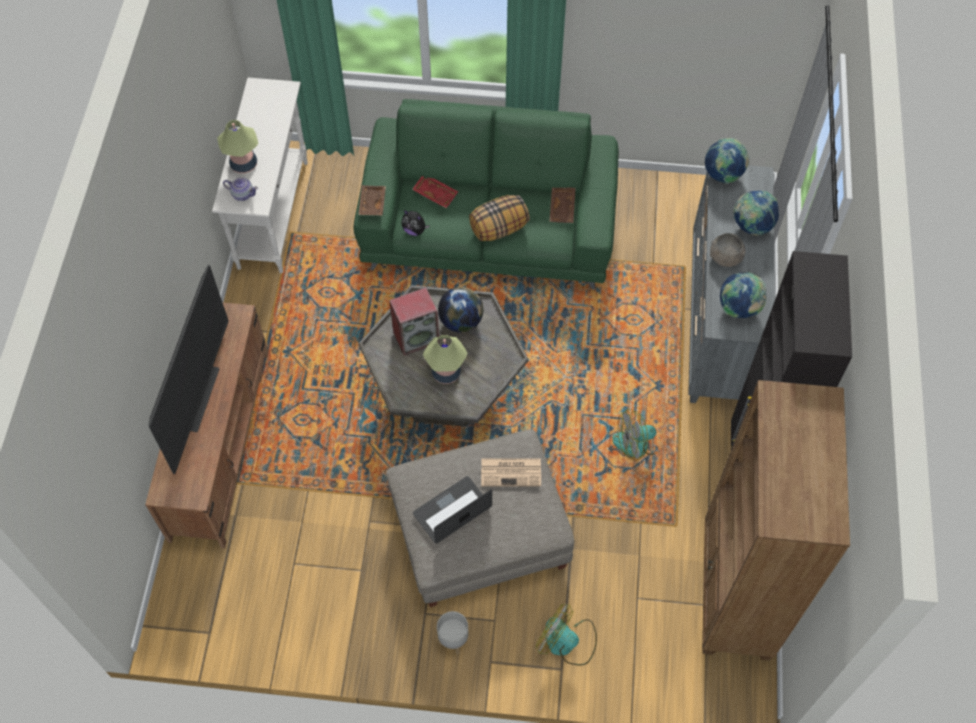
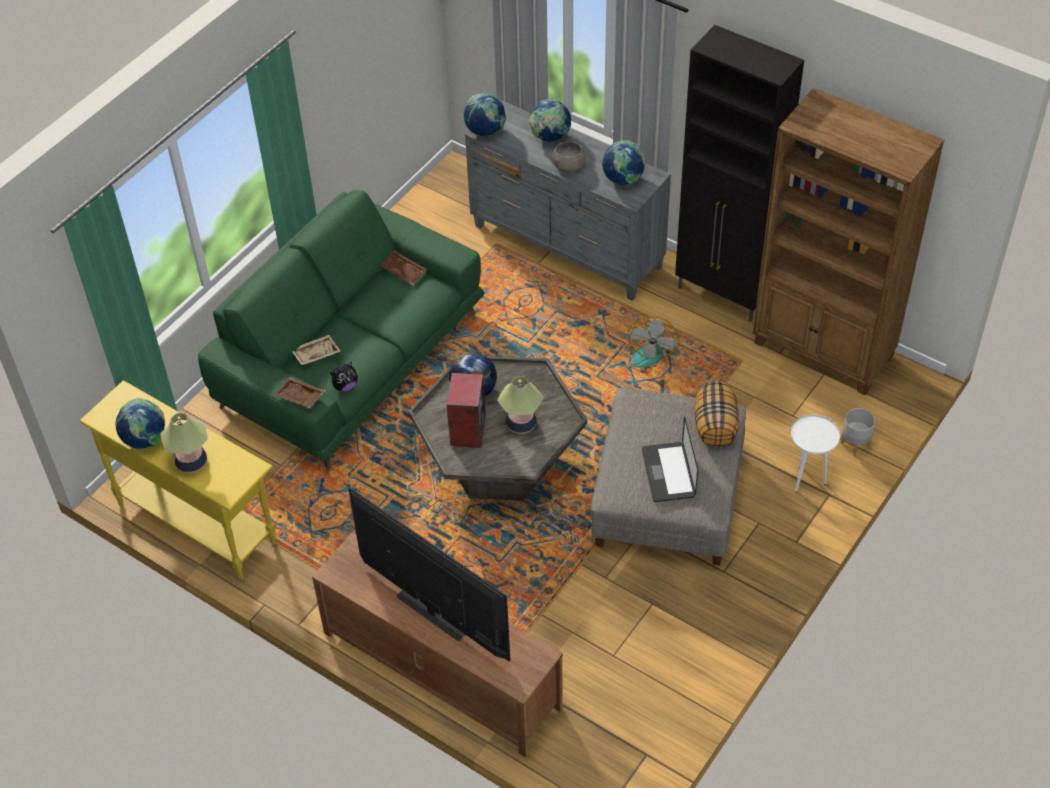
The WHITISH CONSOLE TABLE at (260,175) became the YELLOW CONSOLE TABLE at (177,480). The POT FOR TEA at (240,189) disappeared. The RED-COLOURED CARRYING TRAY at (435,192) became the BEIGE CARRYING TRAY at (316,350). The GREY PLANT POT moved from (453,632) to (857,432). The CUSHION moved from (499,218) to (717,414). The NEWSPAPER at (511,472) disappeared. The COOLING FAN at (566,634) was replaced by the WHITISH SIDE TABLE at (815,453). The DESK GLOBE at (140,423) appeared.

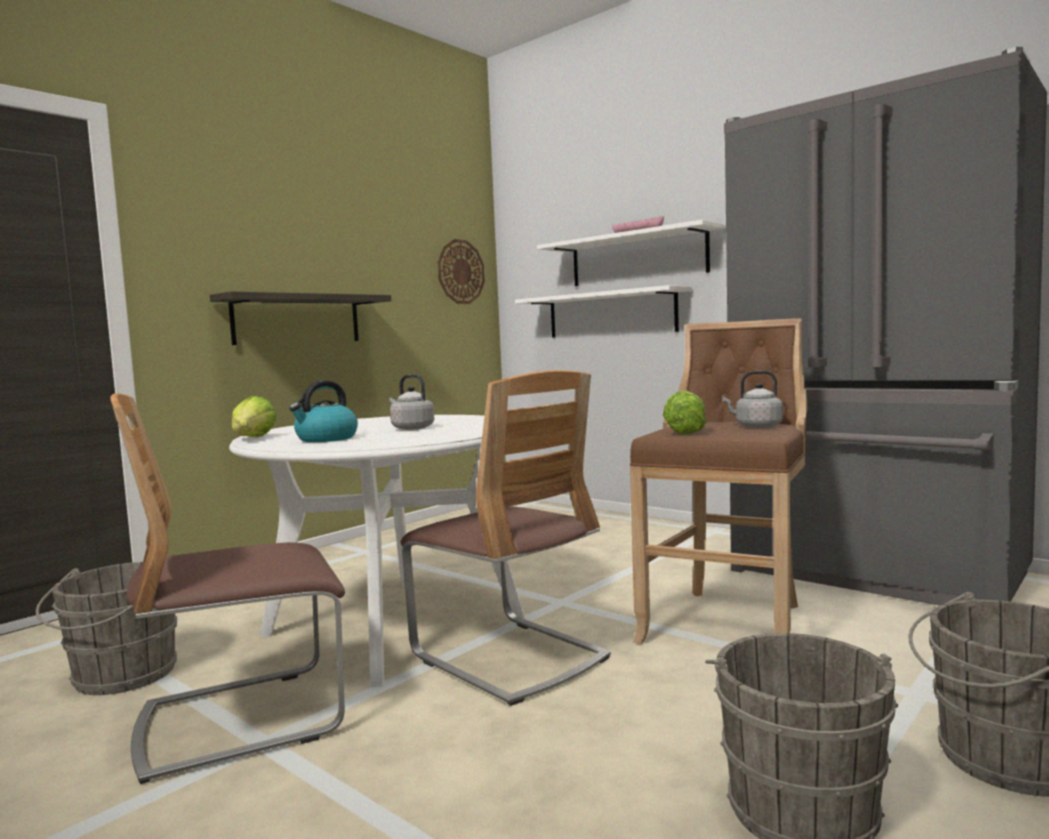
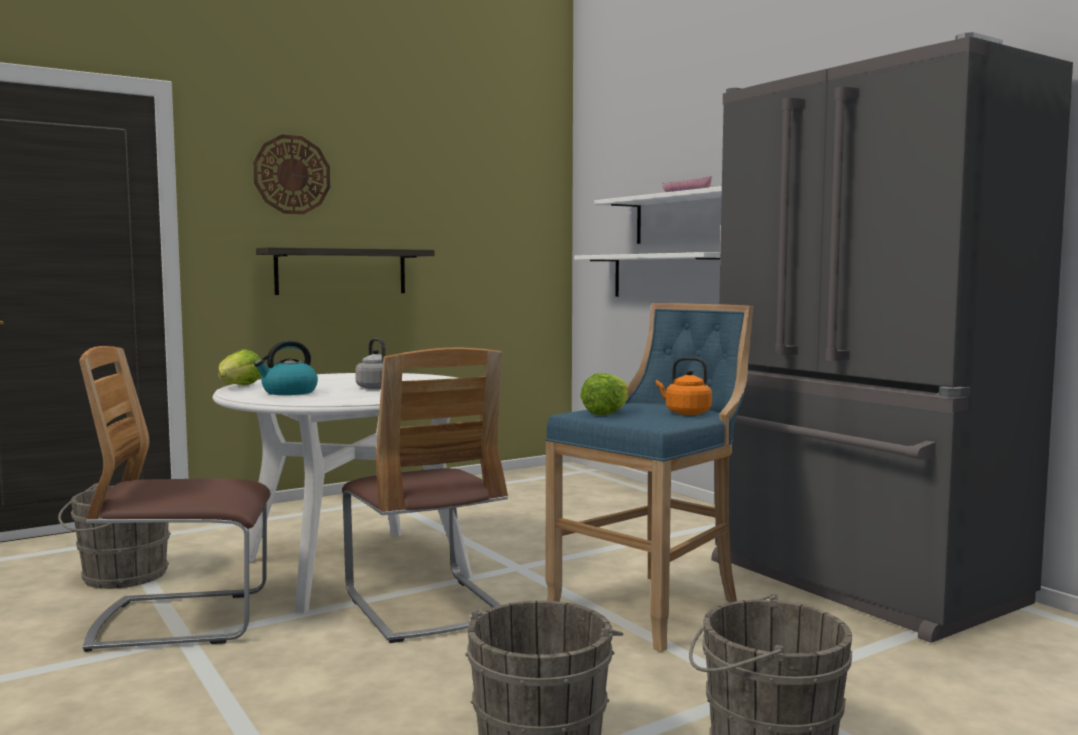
The CLOCK ON THE WALL moved from (461,271) to (291,174). The BROWN SITTING STOOL at (719,481) became the BLUE SITTING STOOL at (650,477). The GREY TEA KETTLE at (752,399) became the ORANGE-COLOURED TEA KETTLE at (684,386).

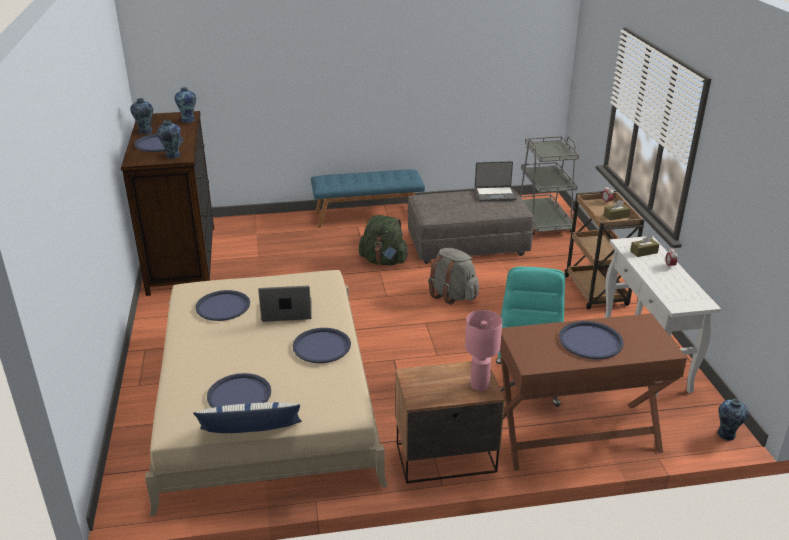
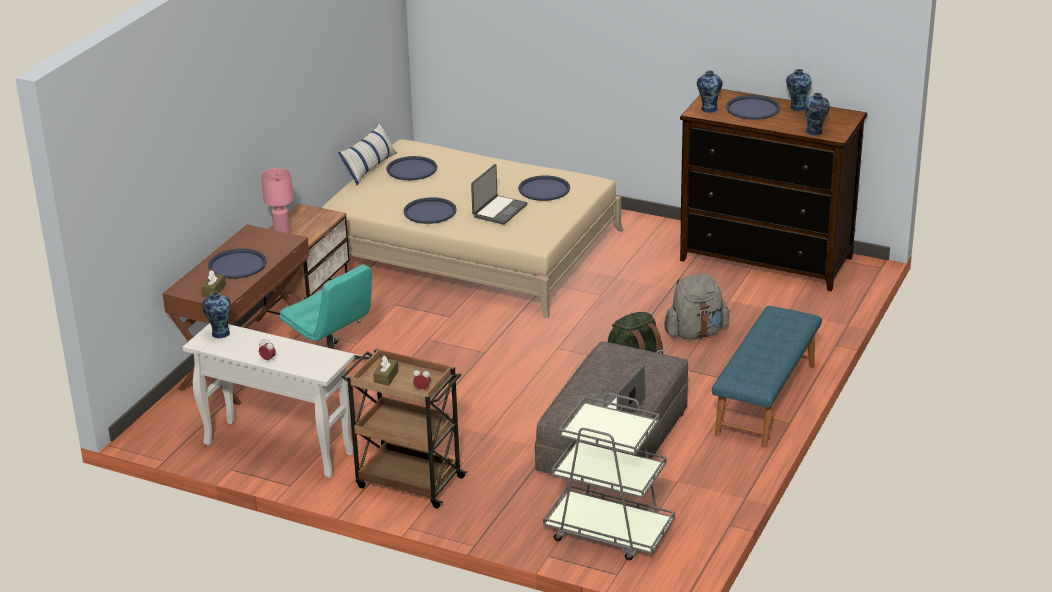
The GREY RUCKSACK moved from (453,276) to (697,307). The BROWN TISSUE BOX moved from (644,246) to (213,283). The FLOWER VASE moved from (733,420) to (217,315).

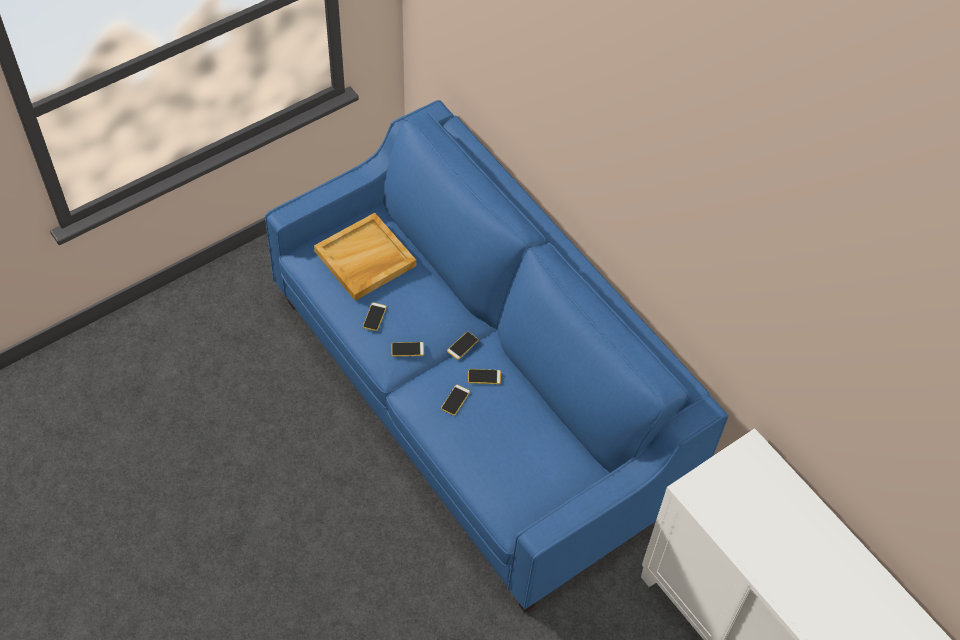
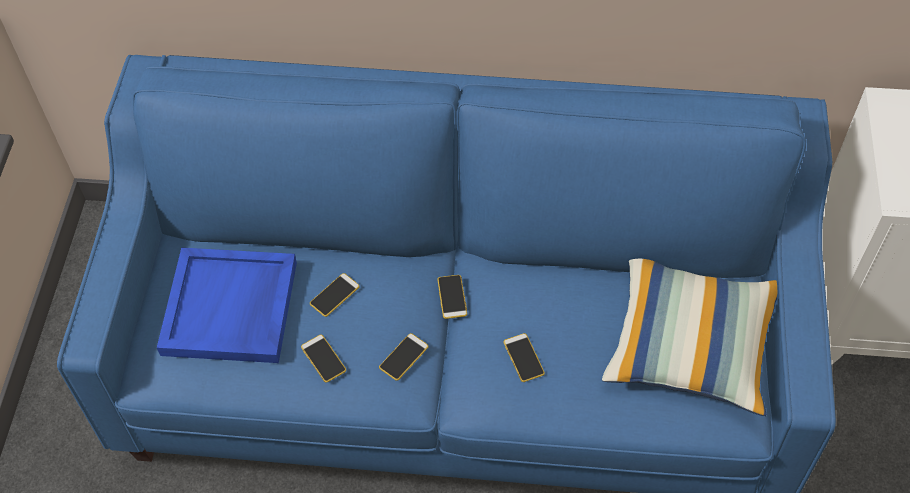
The BEIGE CARRYING TRAY at (365,257) became the BLUE CARRYING TRAY at (227,305). The TELEPHONE moved from (484,376) to (335,295). The CUSHION at (689,337) appeared.

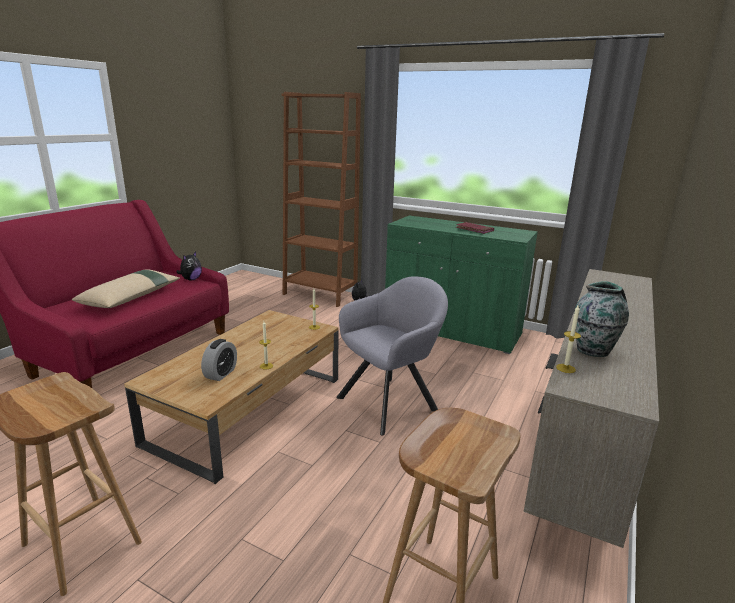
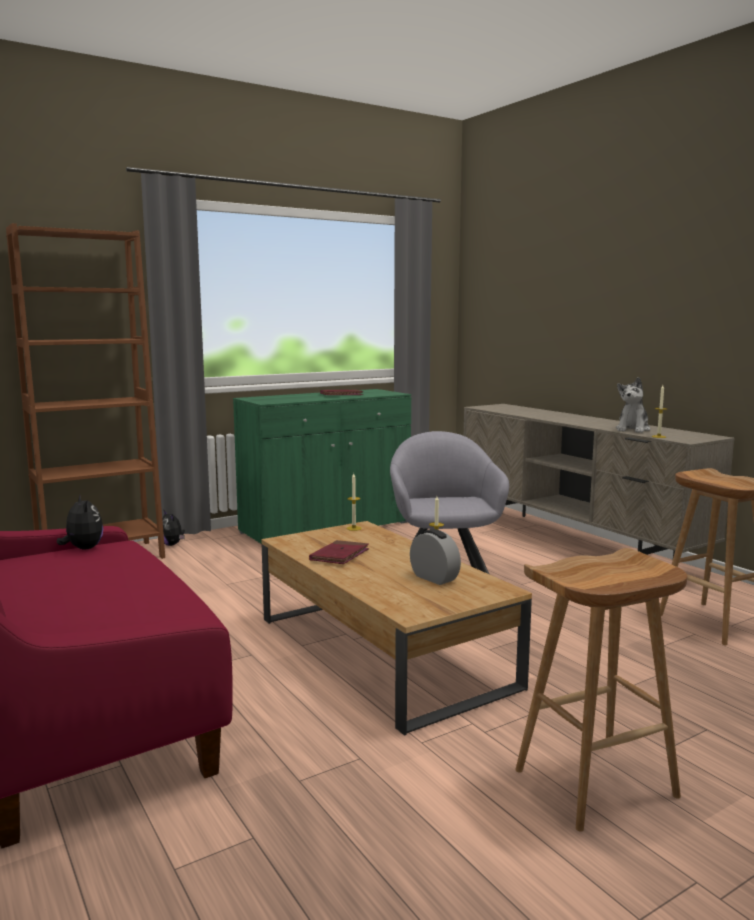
The BEIGE CUSHION at (126,288) disappeared. The FLOWER VASE at (601,319) was replaced by the SOFT TOY at (633,405). The RED-COLOURED BOOK at (339,552) appeared.

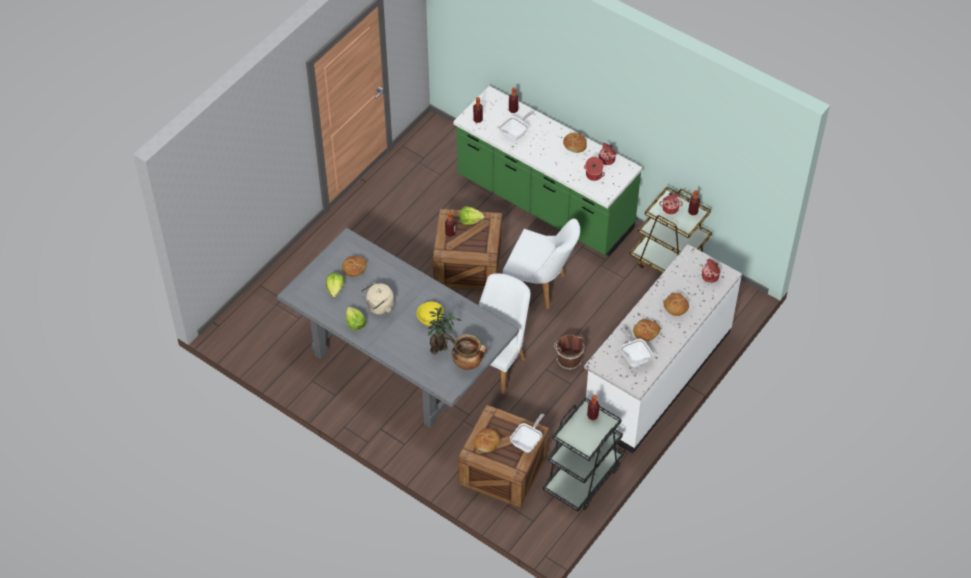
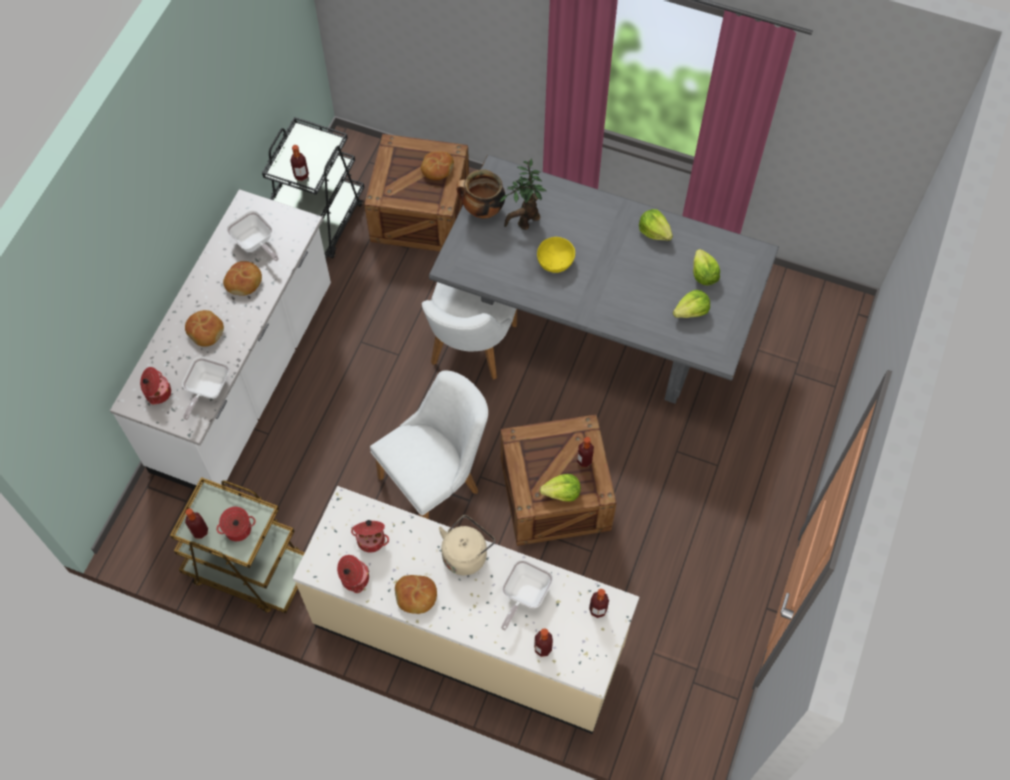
The BAKED BREAD at (354,266) was replaced by the LETTUCE HEAD at (691,304). The BEIGE TEA KETTLE moved from (377,299) to (467,545). The GREEN COUNTER at (547,171) became the BEIGE COUNTER at (466,610). The WHITISH UPRIGHT CHAIR at (541,264) turned 135 degrees clockwise. The PAN moved from (527,433) to (205,388). The BROWN PAIL at (569,352) disappeared.

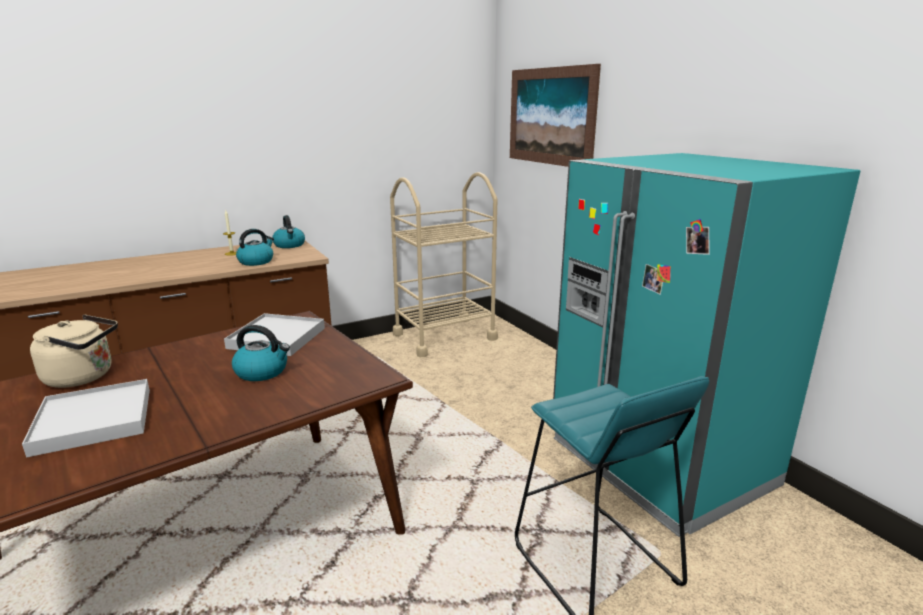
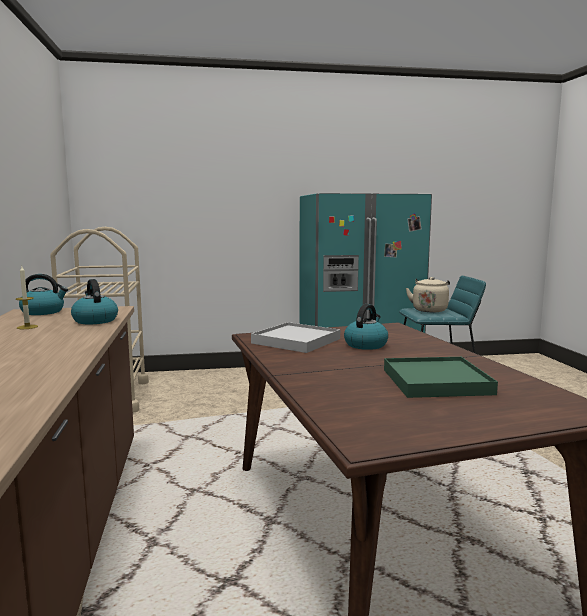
The WHITISH CARRYING TRAY at (86,418) became the GREEN CARRYING TRAY at (441,377). The BEIGE TEA KETTLE moved from (74,351) to (428,294). The WALL ART at (555,115) disappeared.

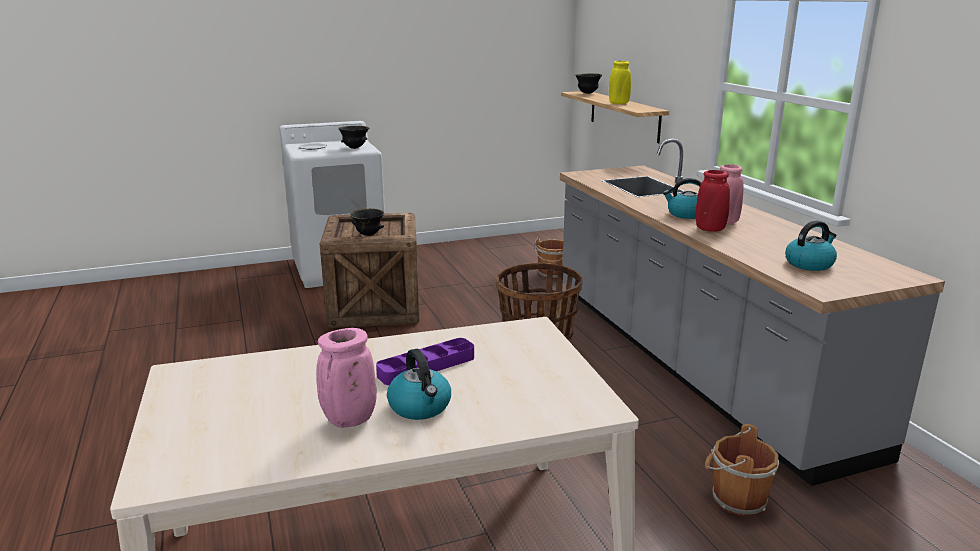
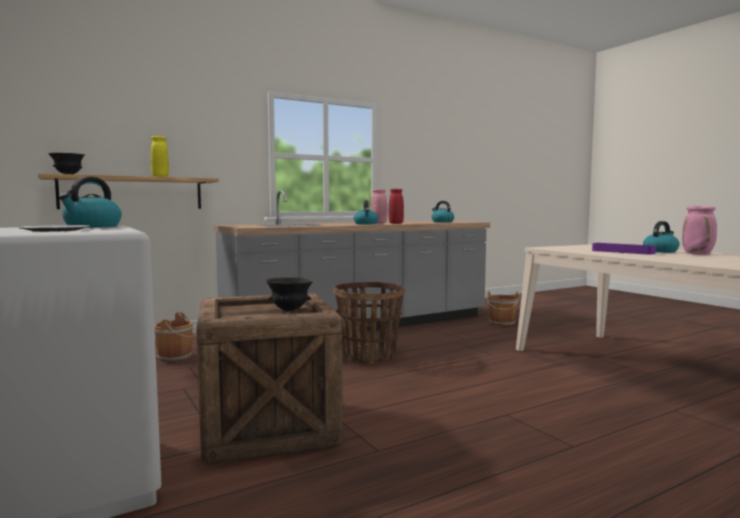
The BLACKISH DEEP DISH at (353,137) was replaced by the TEA KETTLE at (90,202).

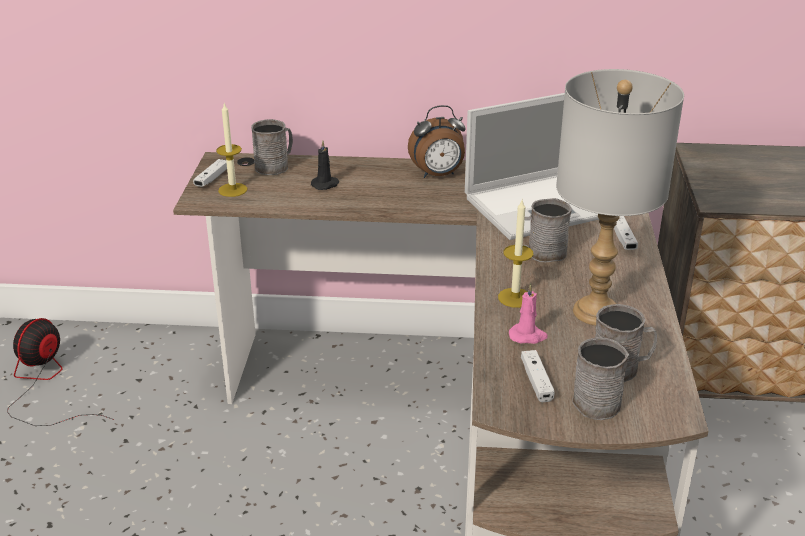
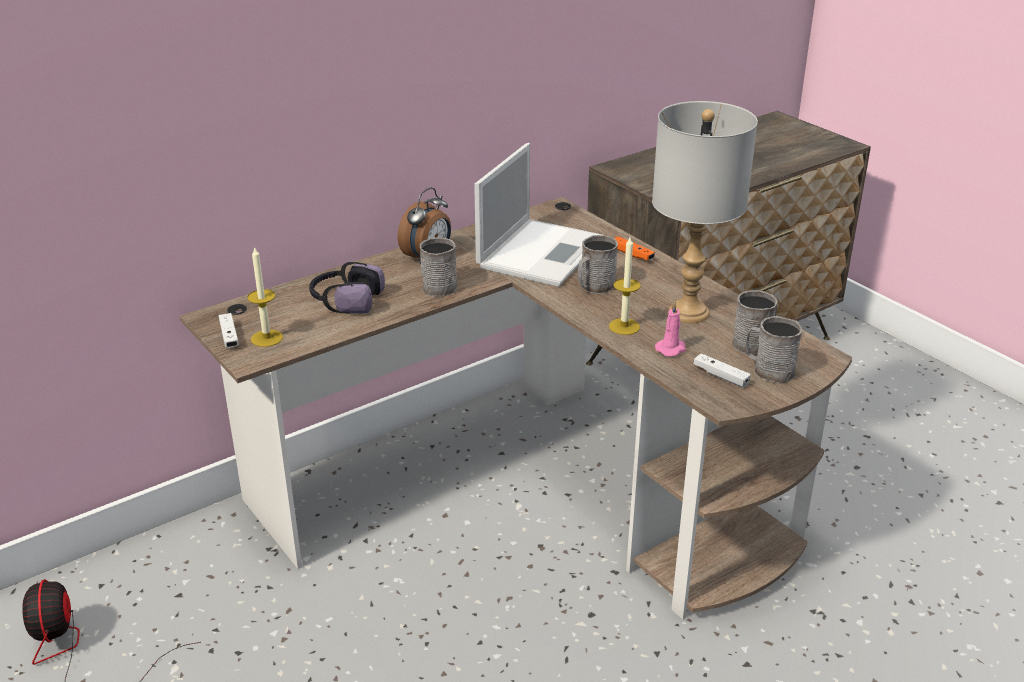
The GREY COFFEE MUG moved from (272,147) to (438,267). The BLACKISH CANDLE at (325,165) was replaced by the PAIR OF HEADPHONES at (347,288). The WHITISH GAMEPAD at (626,233) became the ORANGE-COLOURED GAMEPAD at (634,248).

